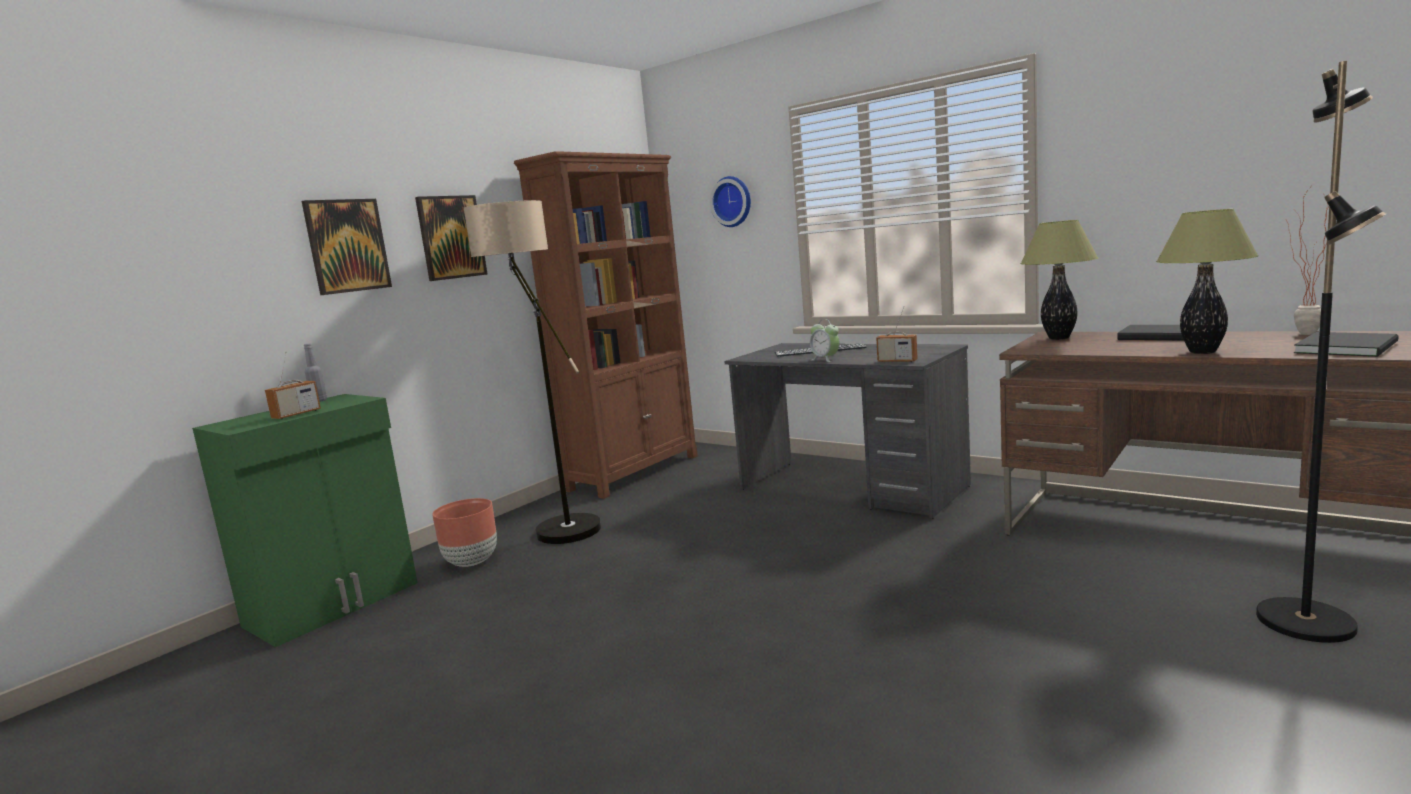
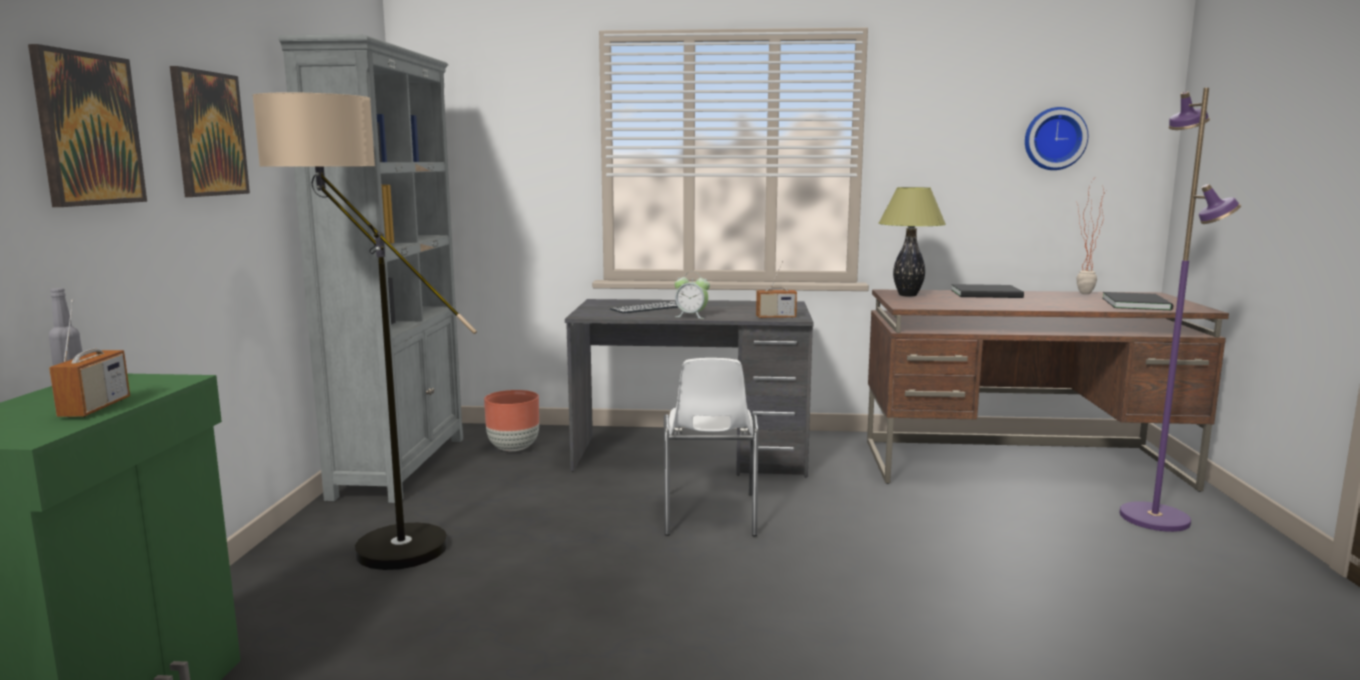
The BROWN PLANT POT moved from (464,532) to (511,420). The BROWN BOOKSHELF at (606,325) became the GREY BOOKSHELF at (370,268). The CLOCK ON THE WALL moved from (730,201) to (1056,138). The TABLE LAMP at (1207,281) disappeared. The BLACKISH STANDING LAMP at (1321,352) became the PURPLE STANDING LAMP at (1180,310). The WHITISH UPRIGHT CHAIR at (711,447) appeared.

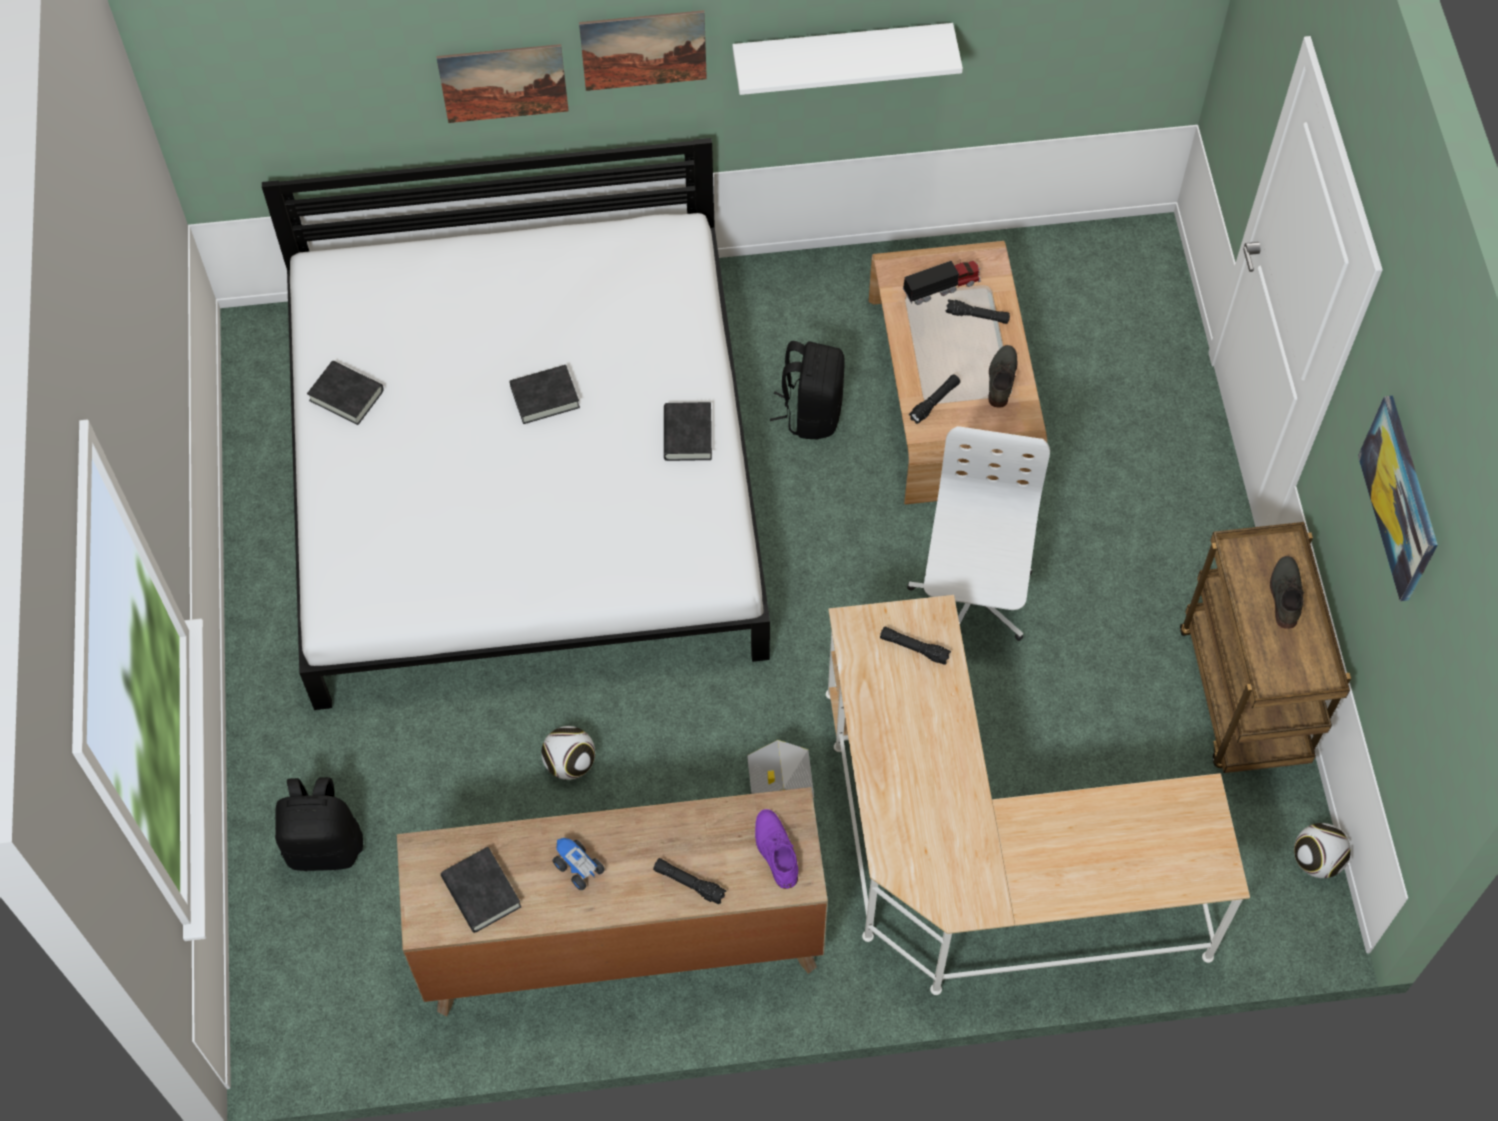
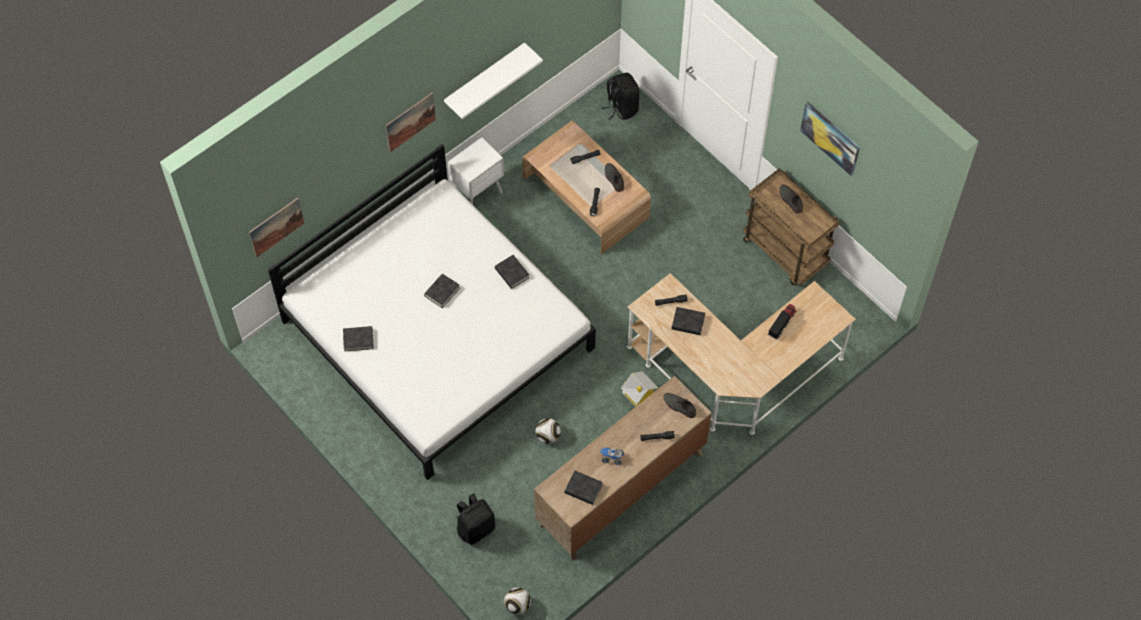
The WALL ART moved from (502,83) to (277,227). The PURPLE ITEM OF FOOTWEAR at (776,849) became the GREY ITEM OF FOOTWEAR at (679,405). The BLACKISH RUCKSACK moved from (807,390) to (620,96). The TOY LORRY moved from (942,282) to (782,322). The WHITISH DESK CHAIR at (978,533) disappeared. The BALL FOR FOOTBALL moved from (1322,850) to (517,600). The WHITISH NIGHTSTAND at (476,171) appeared. The BLACKISH BOOK at (688,321) appeared.

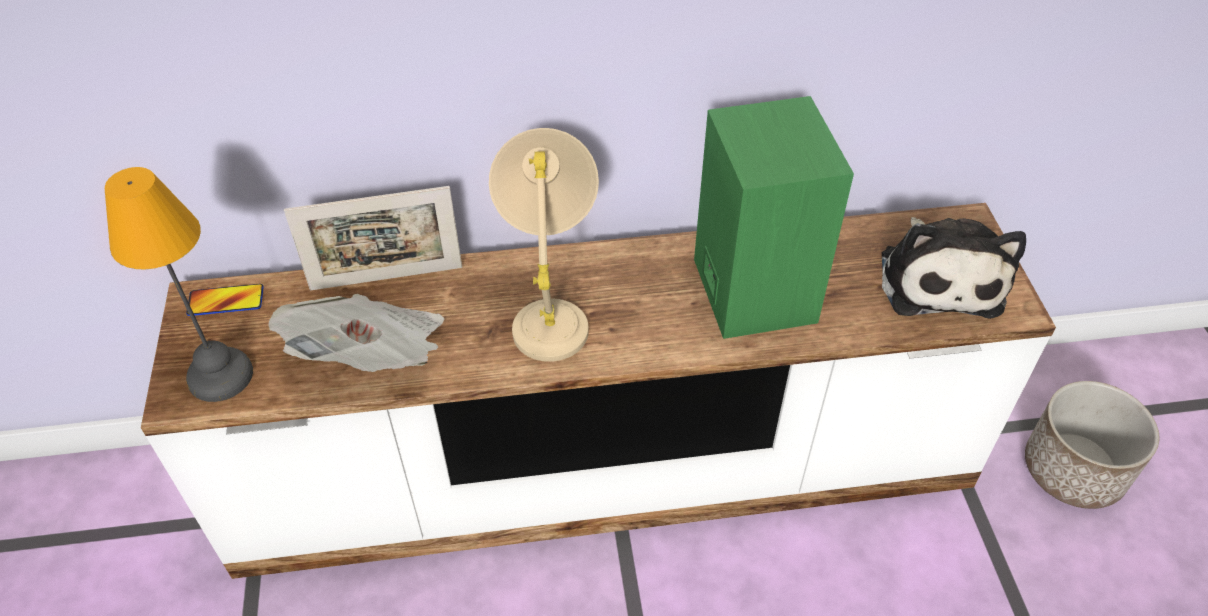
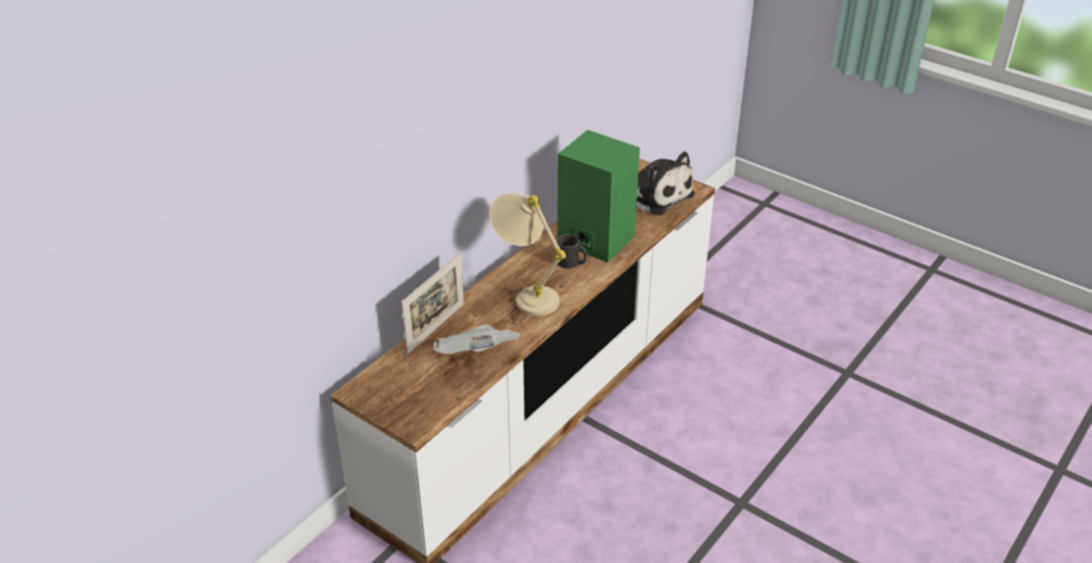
The TABLE LAMP at (179,284) disappeared. The TELEPHONE at (225,300) disappeared. The PLANT POT at (1092,445) disappeared. The BLACKISH COFFEE MUG at (572,251) appeared.

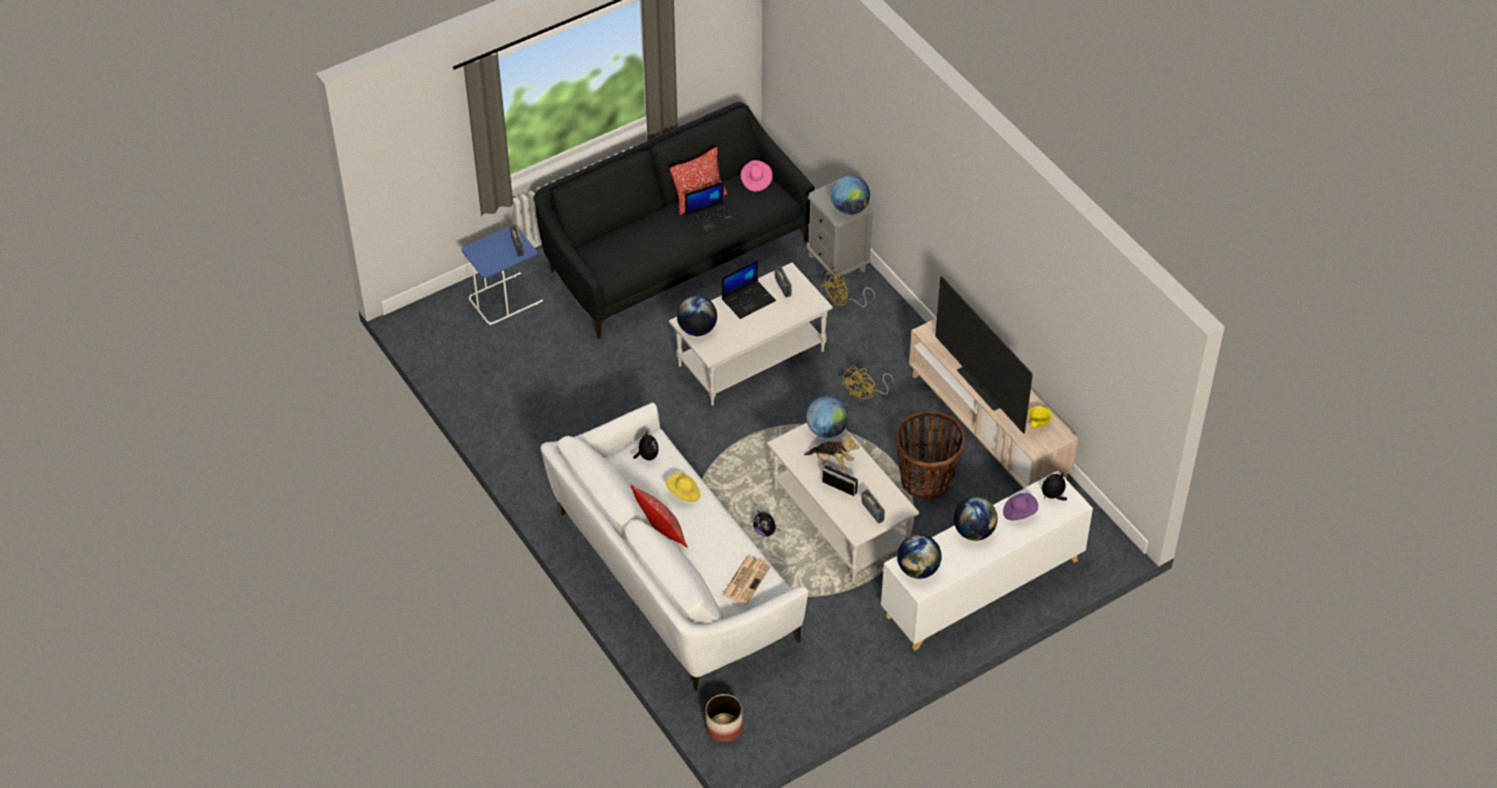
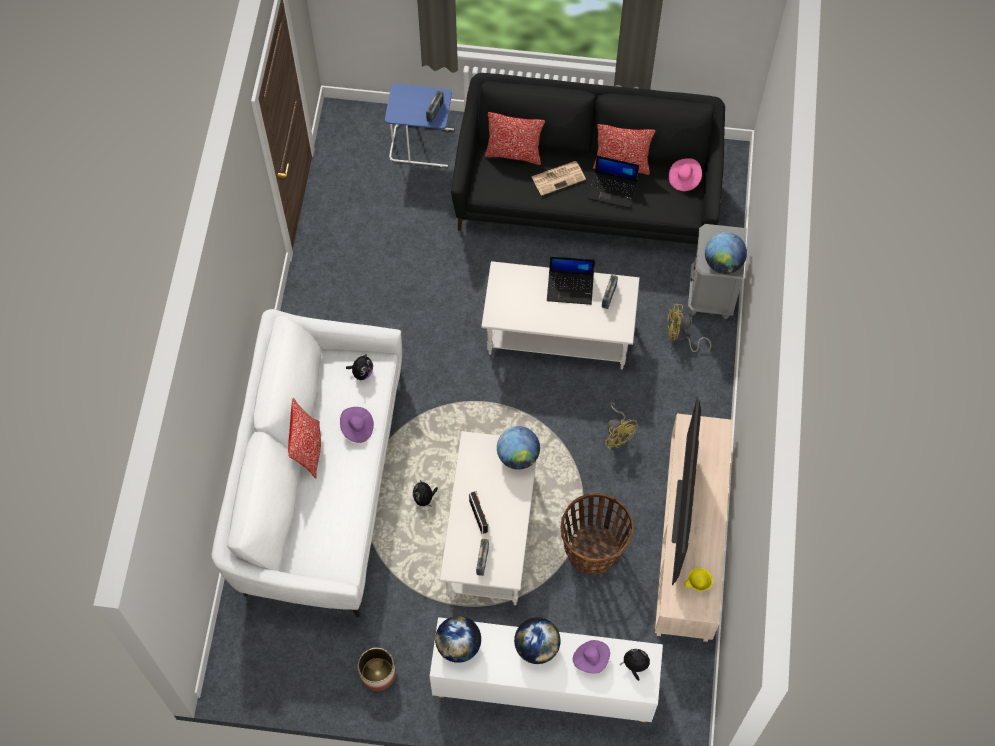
The YELLOW WEARABLE HAT at (683,487) became the PURPLE WEARABLE HAT at (357,425). The DESK GLOBE at (697,316) disappeared. The PLANT POT moved from (724,718) to (377,669). The NEWSPAPER moved from (746,580) to (559,178). The SOFT TOY at (831,451) disappeared. The YELLOW COOLING FAN at (868,384) turned 105 degrees counterclockwise. The CUSHION at (515,138) appeared.

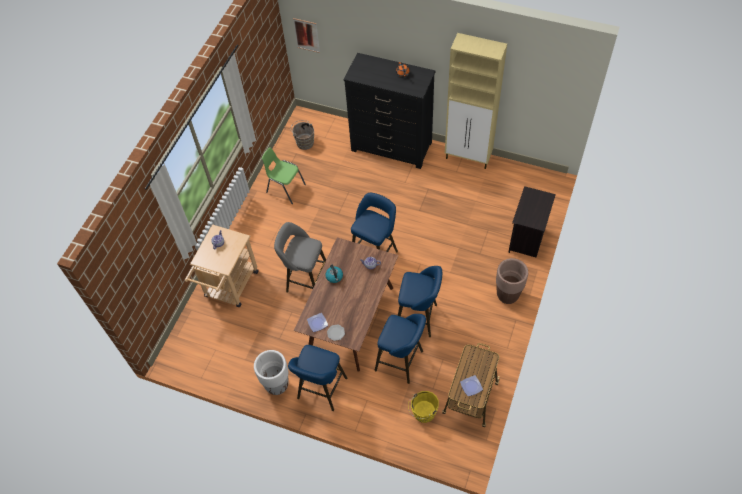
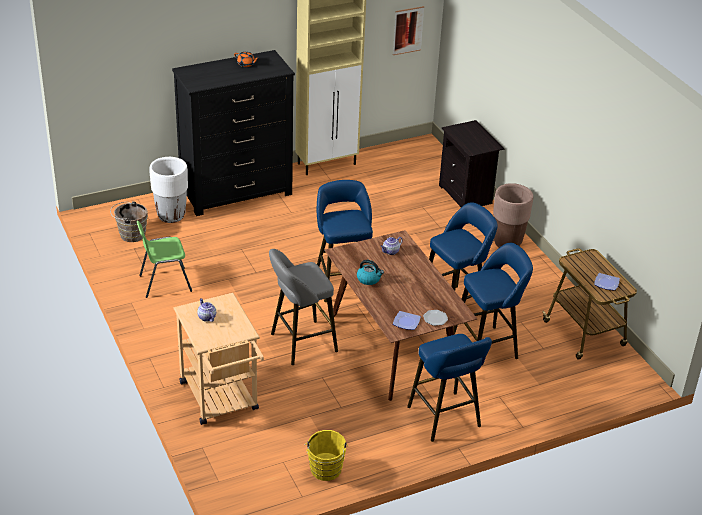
The WHITISH PLANT POT moved from (271,372) to (168,190). The WALL ART moved from (306,35) to (408,30). The YELLOW PAIL moved from (423,407) to (326,455).

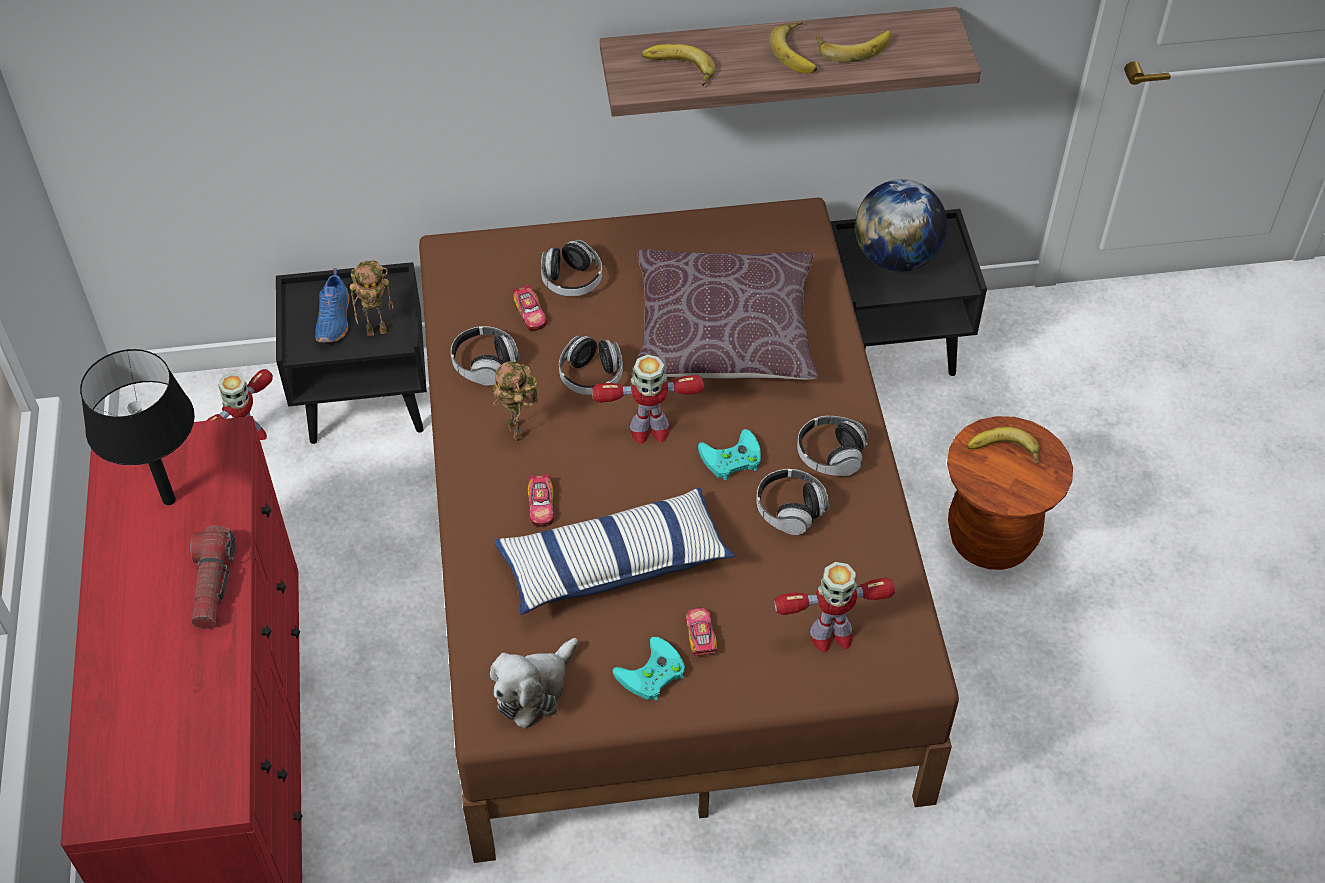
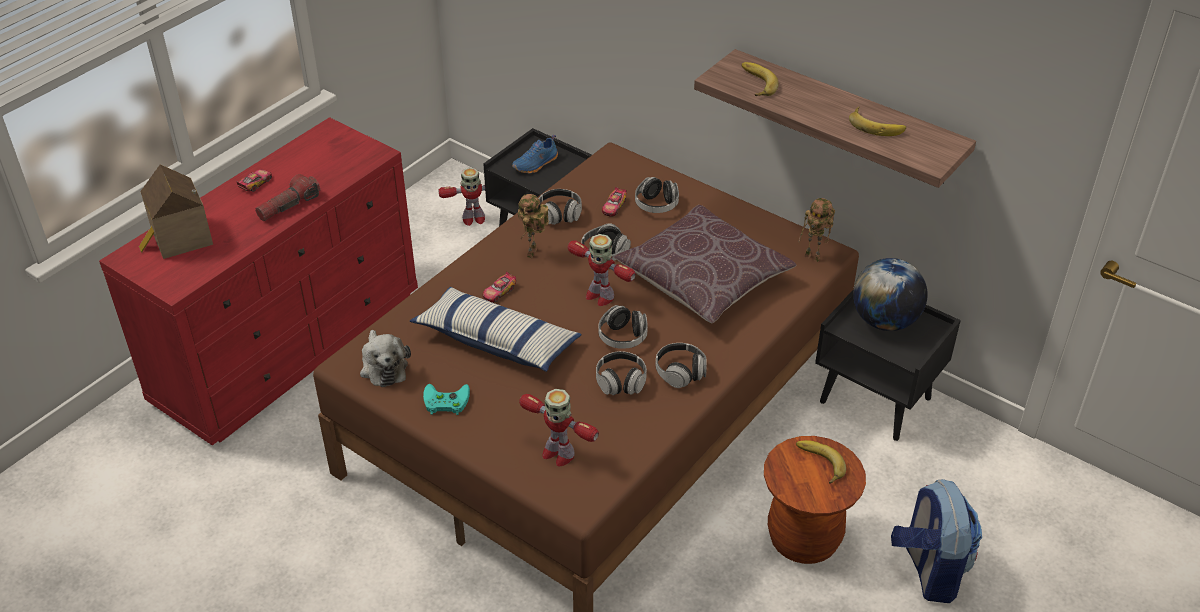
The BLACKISH TABLE LAMP at (137,427) disappeared. The MODEL ROBOT moved from (371,298) to (817,230). The SOFT TOY at (534,683) turned 105 degrees counterclockwise. The TOY CAR moved from (701,632) to (254,180). The TURQUOISE-COLOURED GAMEPAD at (729,455) was replaced by the PAIR OF HEADPHONES at (623,327). The WHOLE BANANA at (793,48) disappeared. The TOY HOUSE at (176,212) appeared. The RUCKSACK at (936,541) appeared.

